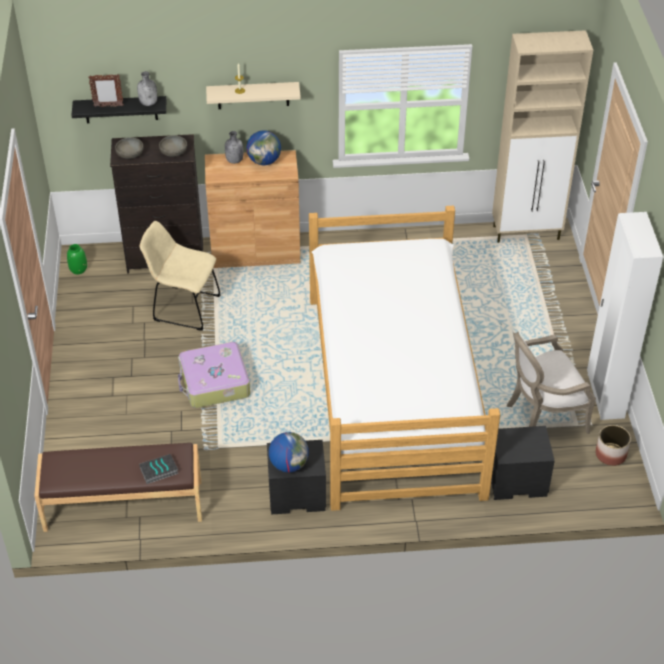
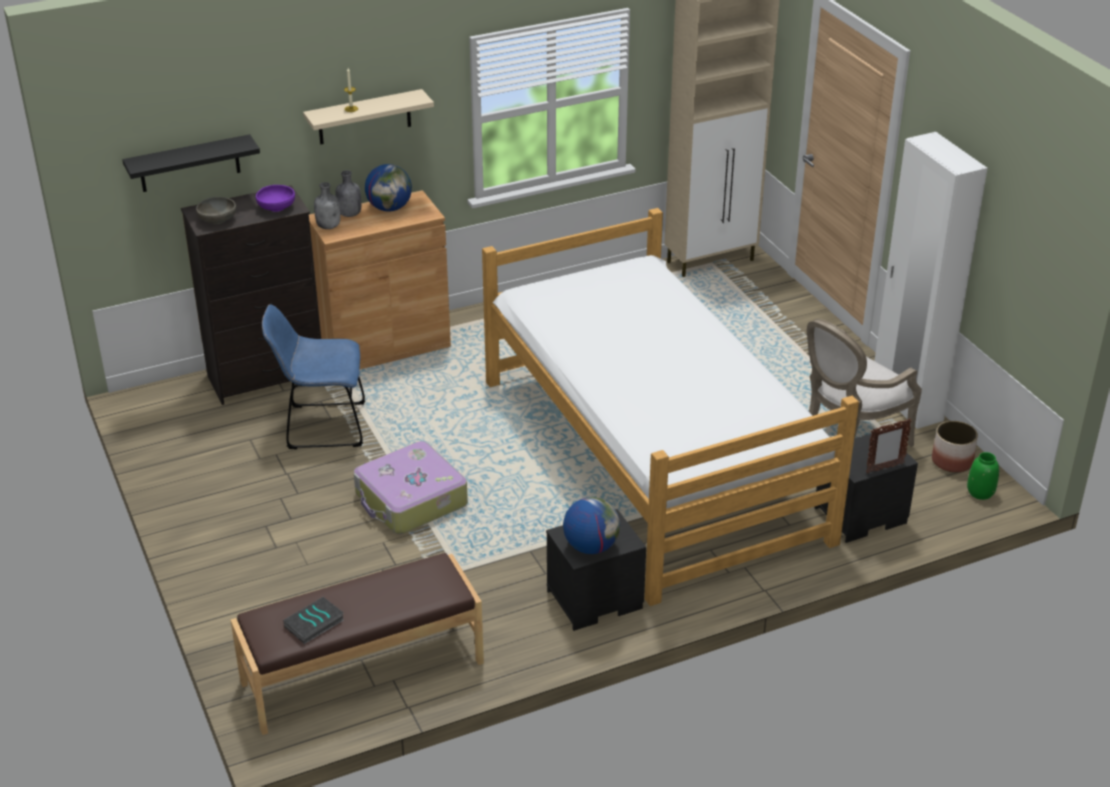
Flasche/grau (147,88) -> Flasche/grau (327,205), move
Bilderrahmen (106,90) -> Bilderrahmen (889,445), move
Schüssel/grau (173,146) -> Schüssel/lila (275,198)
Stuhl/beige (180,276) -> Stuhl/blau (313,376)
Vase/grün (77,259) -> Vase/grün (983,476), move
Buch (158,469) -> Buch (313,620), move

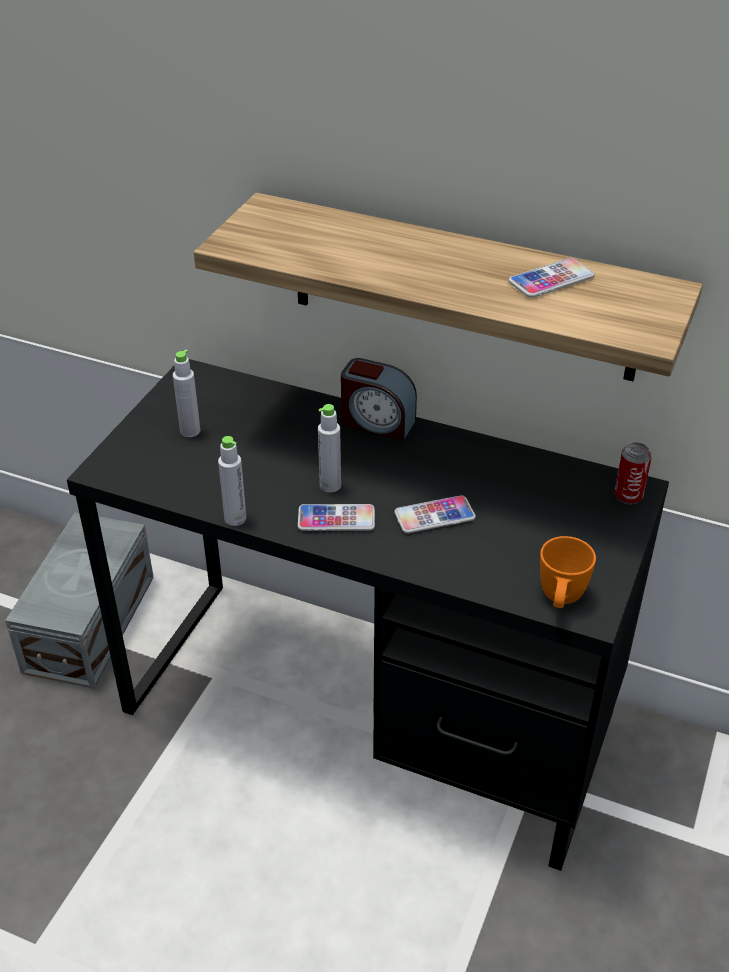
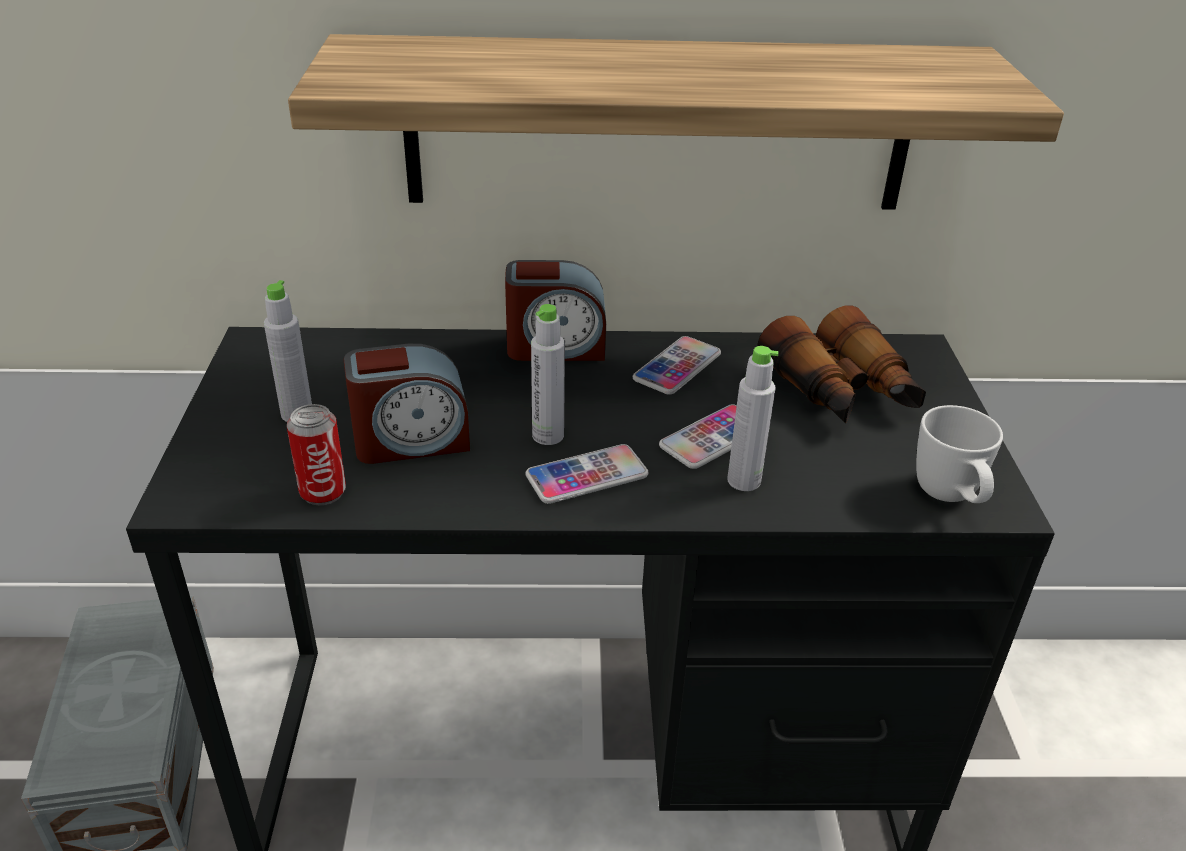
Handy (551,278) -> Handy (677,365), move
Flasche/grau (232,481) -> Flasche/grau (753,418), move
Dose (633,473) -> Dose (316,454), move
Henkelbecher/orange (568,572) -> Henkelbecher/weiß (959,454)
none -> Fernglas (841,364)
none -> Wecker (407,404)

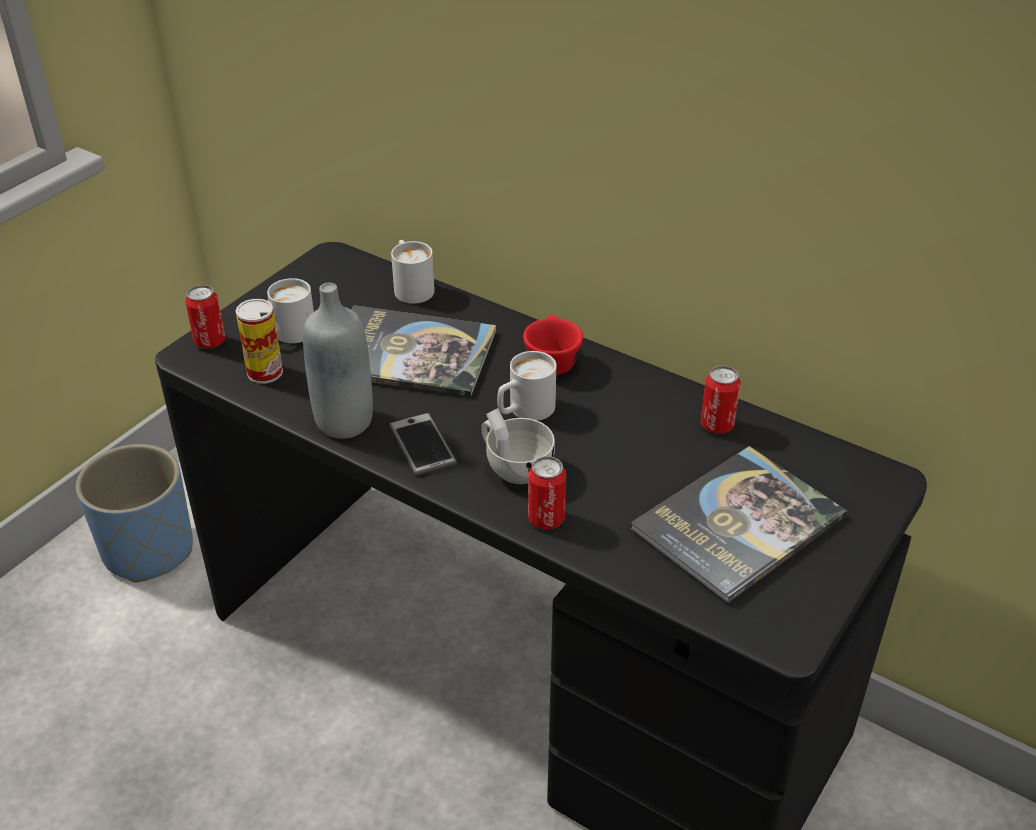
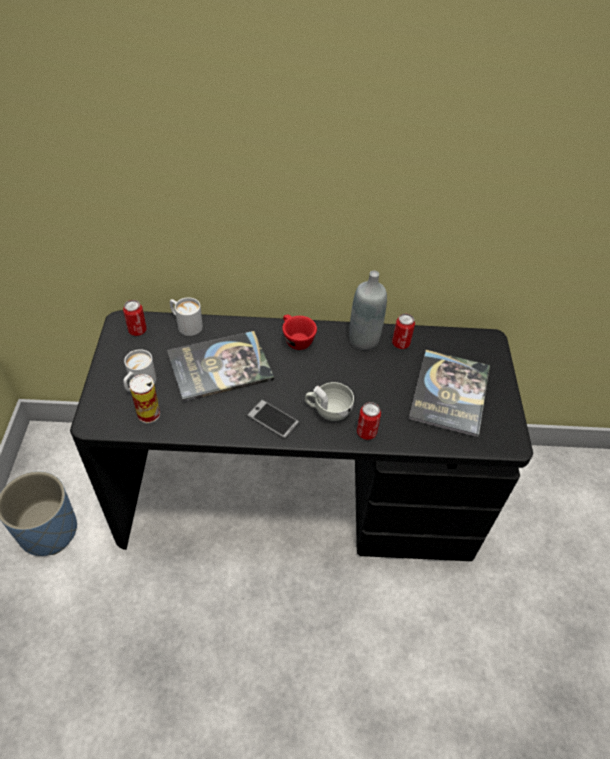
Flasche/grau (338,360) -> Flasche/grau (368,310), move
Dose (205,317) -> Dose (135,318), move
Henkelbecher/weiß (526,386) -> none

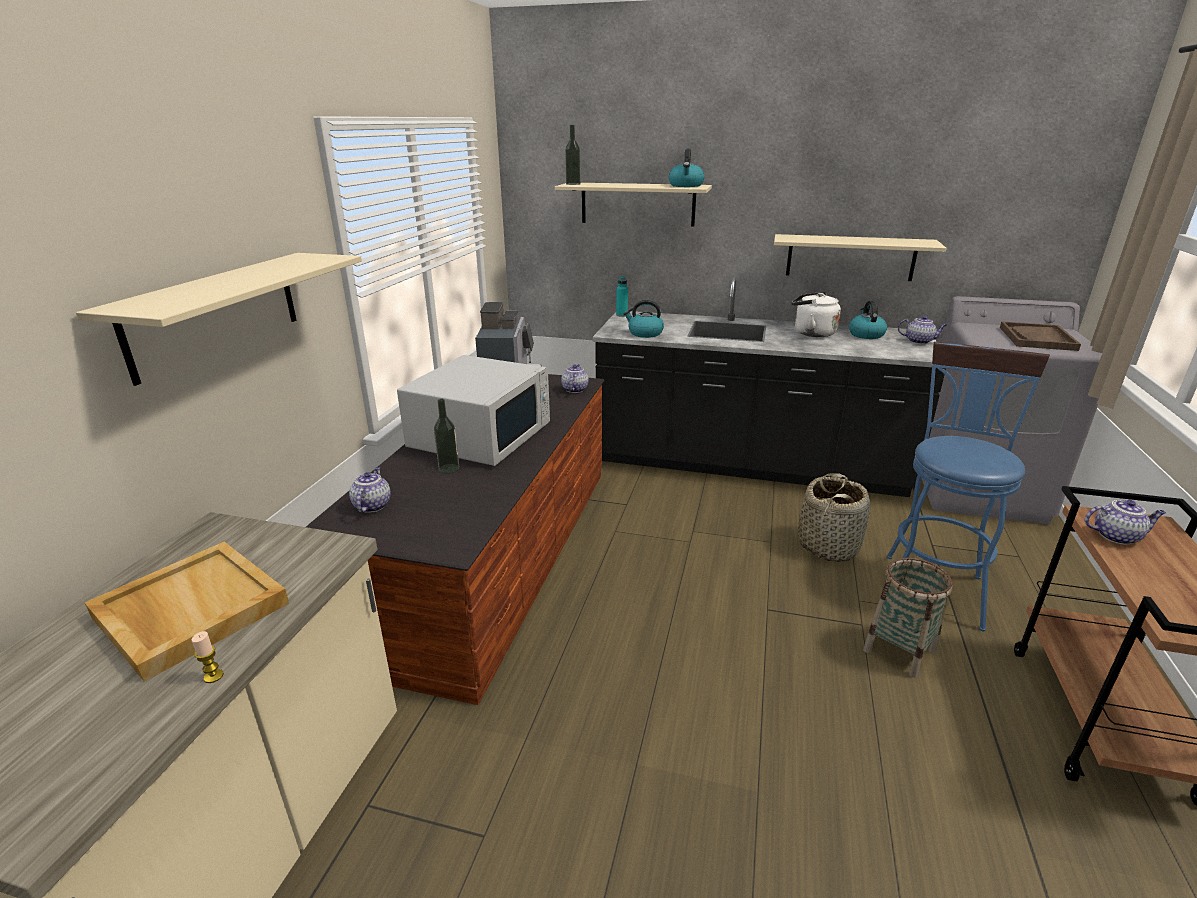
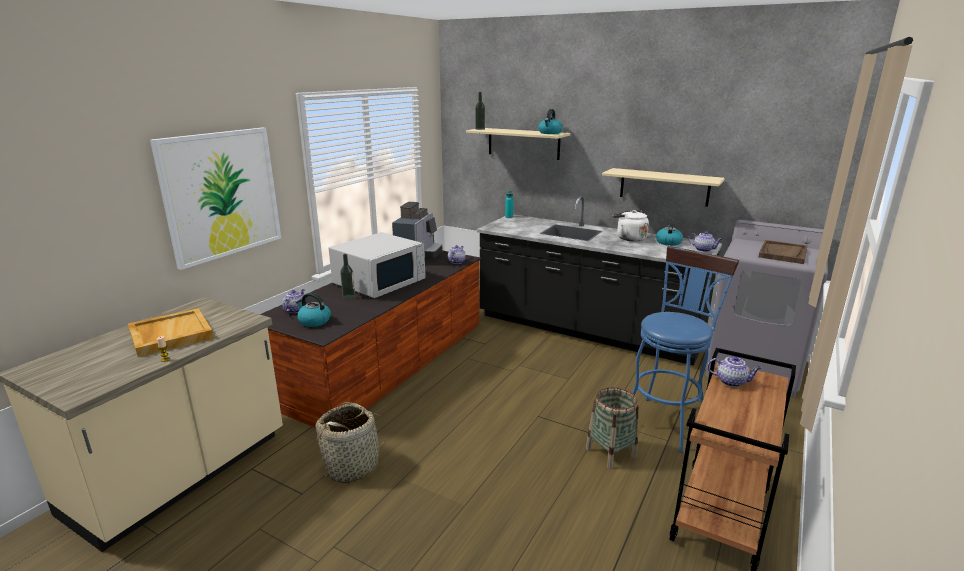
Wandregal/beige (219,319) -> Bild (215,199)
Wasserkessel (644,319) -> Wasserkessel (313,310), move
Korb (834,517) -> Korb (352,442), move

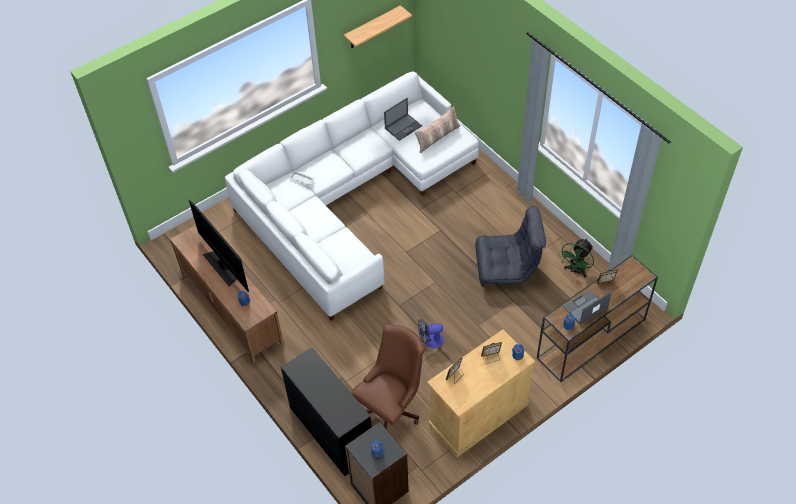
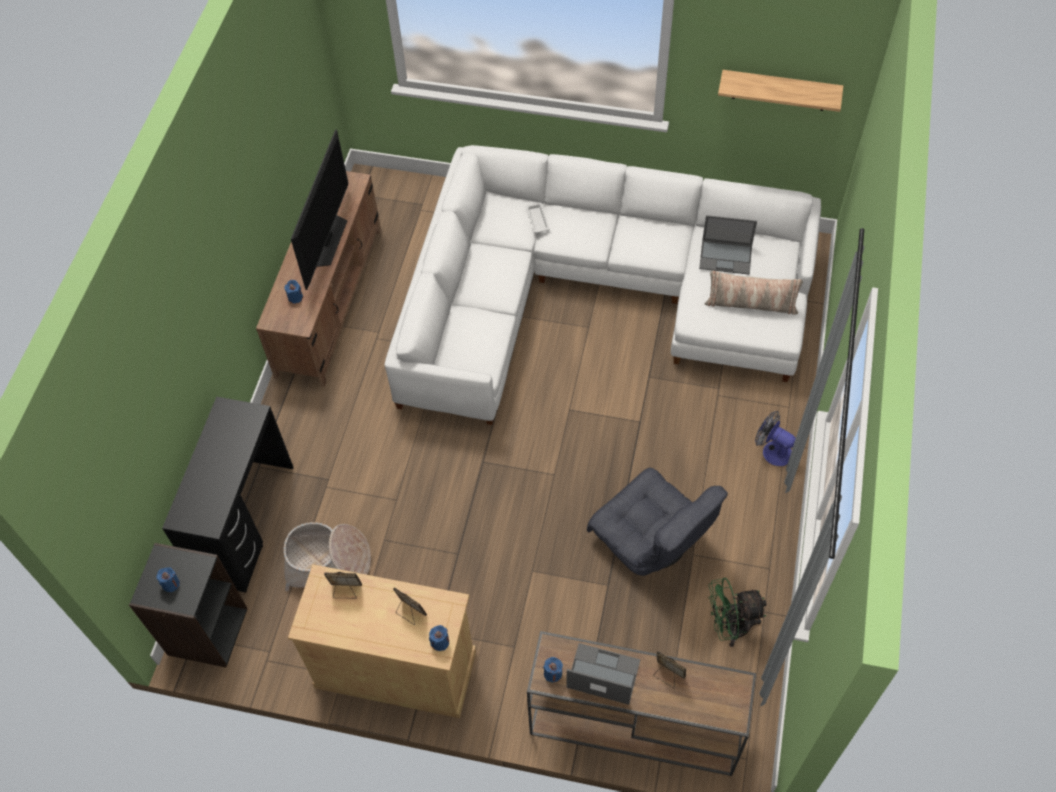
Ventilator (431,333) -> Ventilator (775,438), move
Bürostuhl/braun (388,376) -> Korb (327,556)

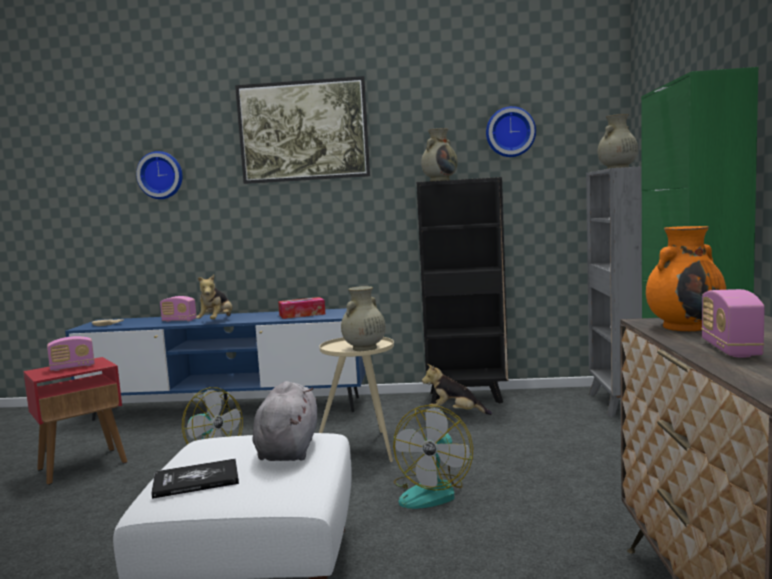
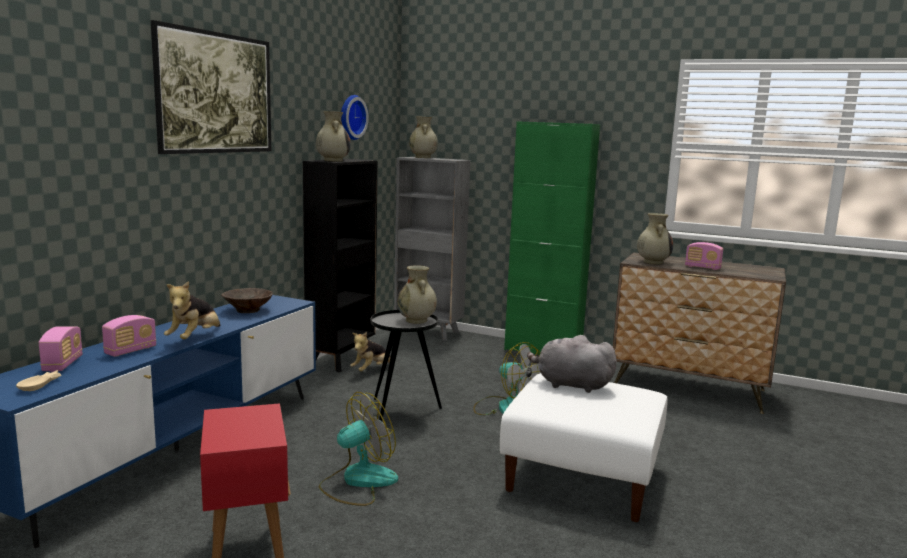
Wanduhr (159,175) -> none
Vase/orange (686,278) -> Vase/beige (655,238)
Plüschtier (214,296) -> Plüschtier (192,310), 75 degrees clockwise
Taschentuchbox (301,308) -> Schüssel/braun (247,300)
Radio (71,353) -> Radio (60,349), move
Beistelltisch/beige (356,399) -> Beistelltisch/schwarz (406,365)
Buch (195,478) -> none

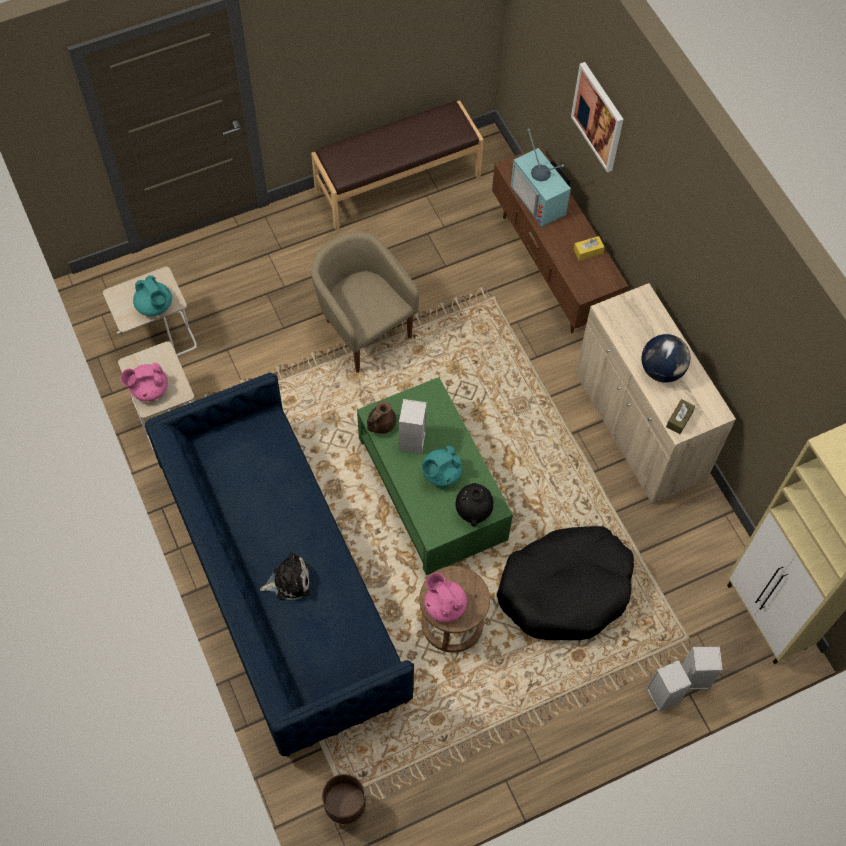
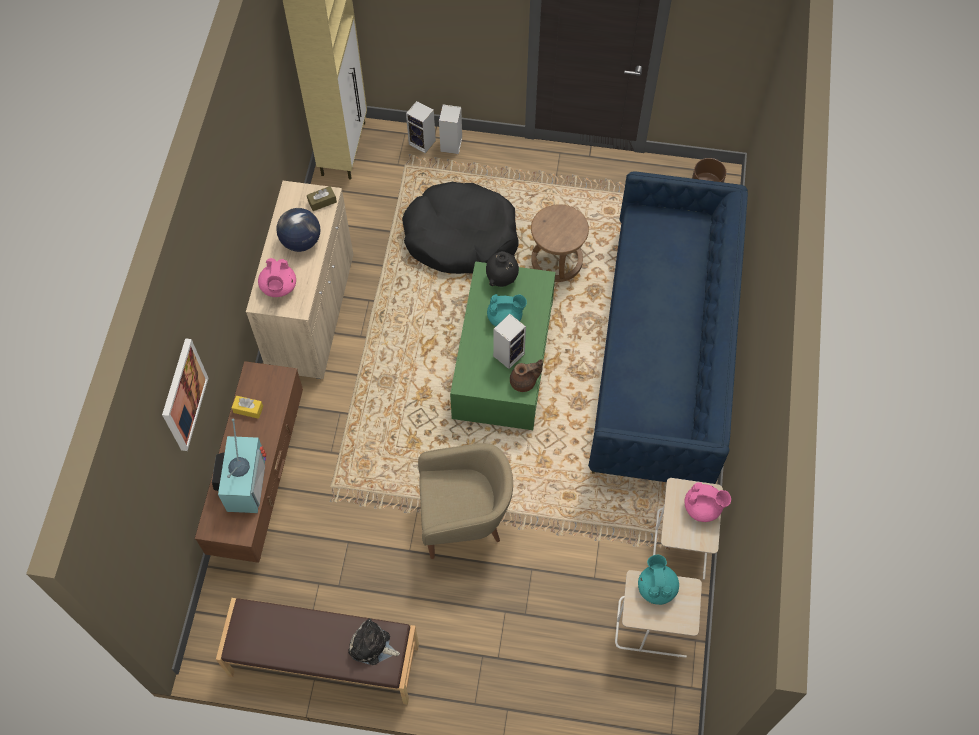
Sessel/beige (365,302) -> Sessel/beige (465,501), 90 degrees counterclockwise
Plüschtier (285,576) -> Plüschtier (374,641), move
Teekanne/rosa (445,598) -> Teekanne/rosa (277,277), move

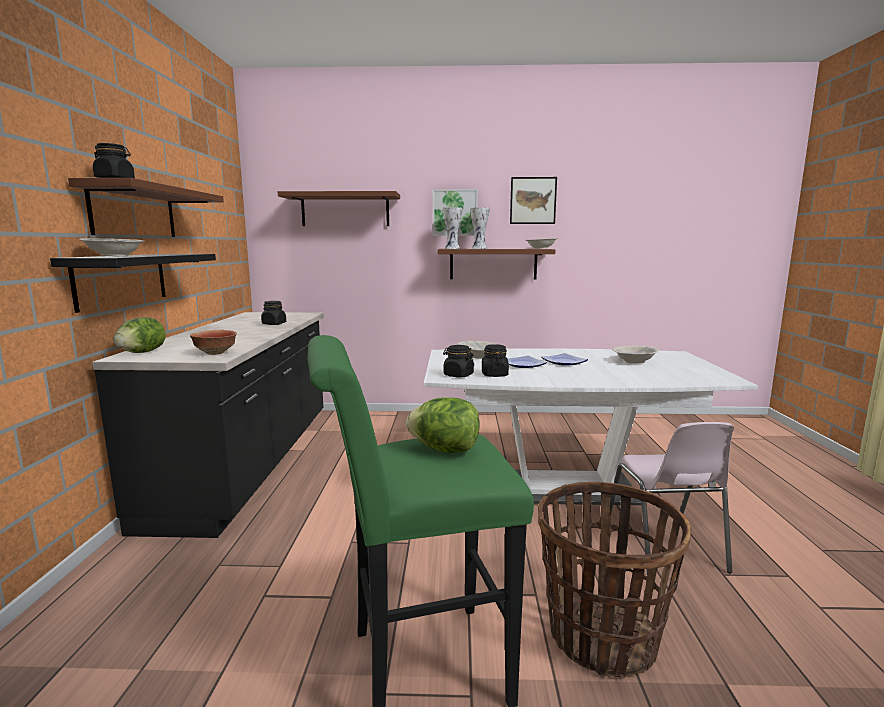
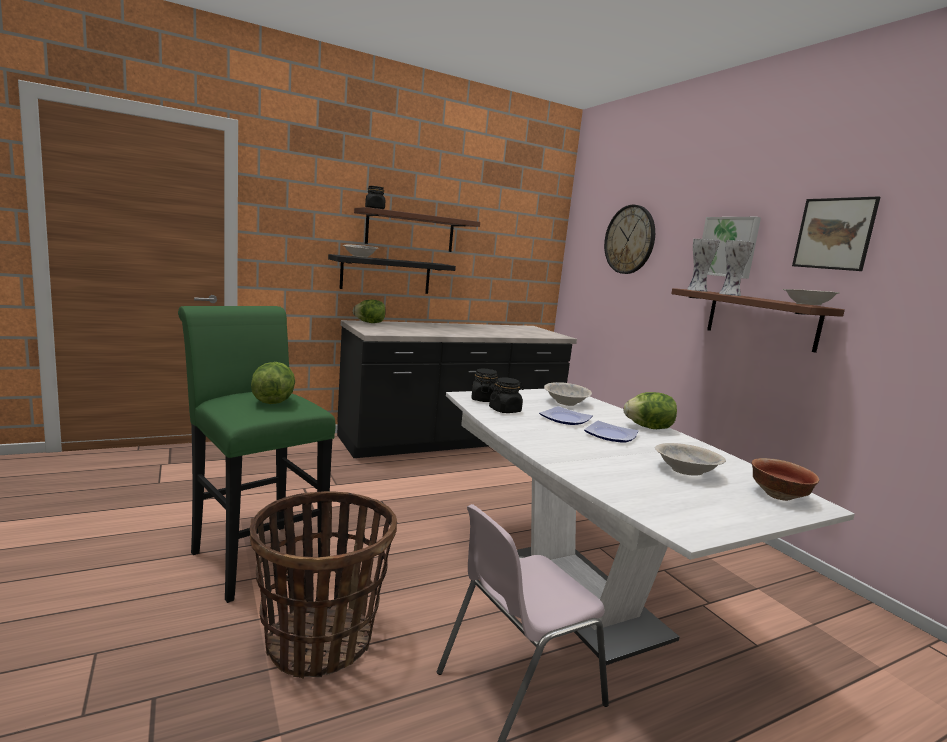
Wandregal/braun (339,208) -> Wanduhr (629,239)
Vorratsglas/schwarz (273,313) -> none
Schüssel (213,342) -> Schüssel (785,479), move
none -> Salatkopf (650,410)

